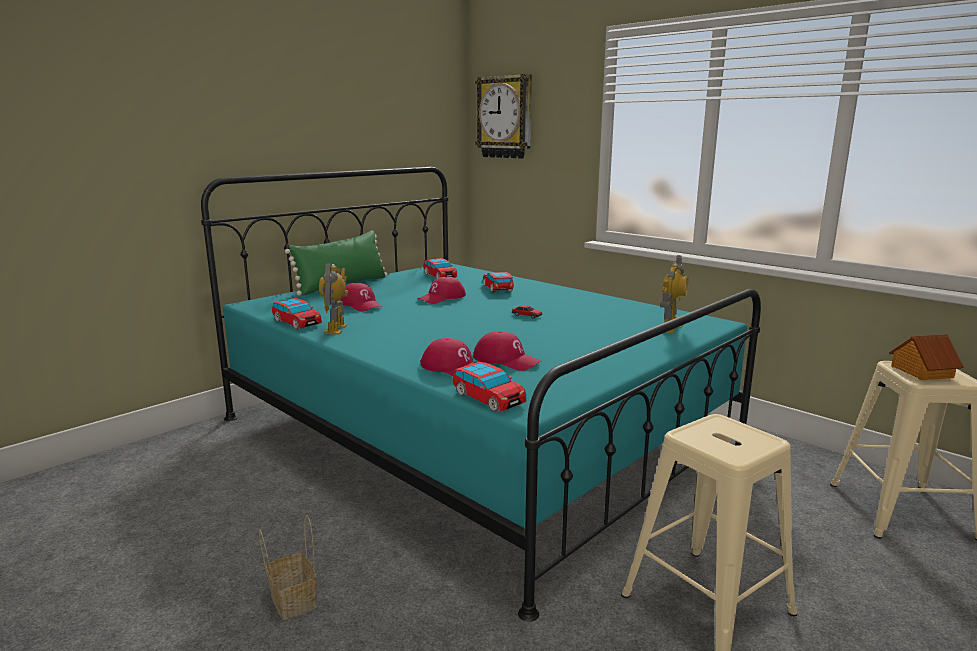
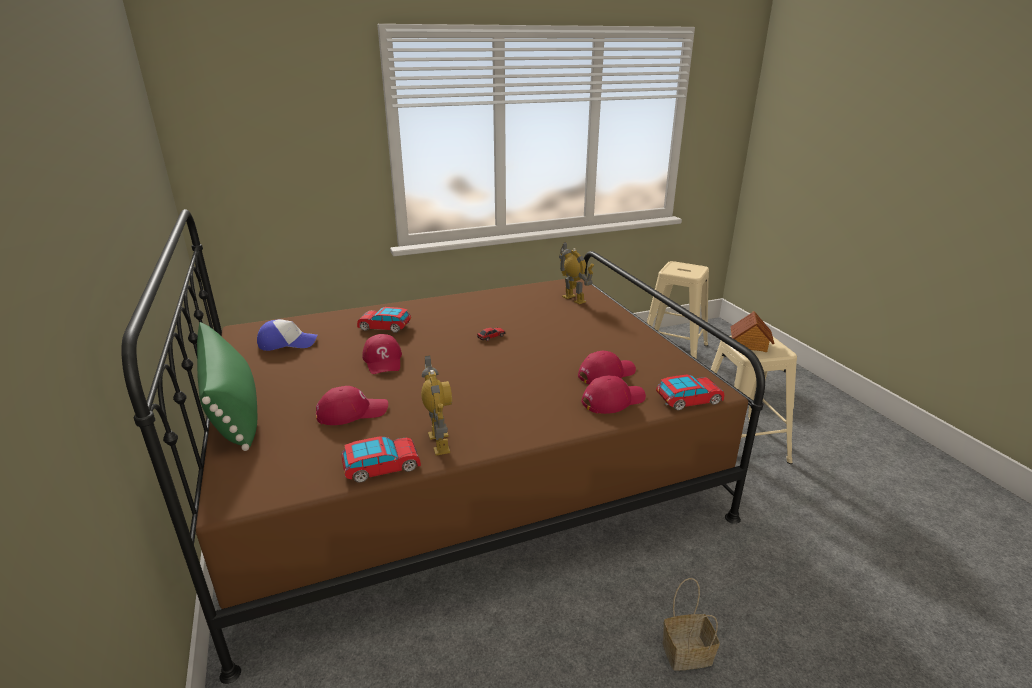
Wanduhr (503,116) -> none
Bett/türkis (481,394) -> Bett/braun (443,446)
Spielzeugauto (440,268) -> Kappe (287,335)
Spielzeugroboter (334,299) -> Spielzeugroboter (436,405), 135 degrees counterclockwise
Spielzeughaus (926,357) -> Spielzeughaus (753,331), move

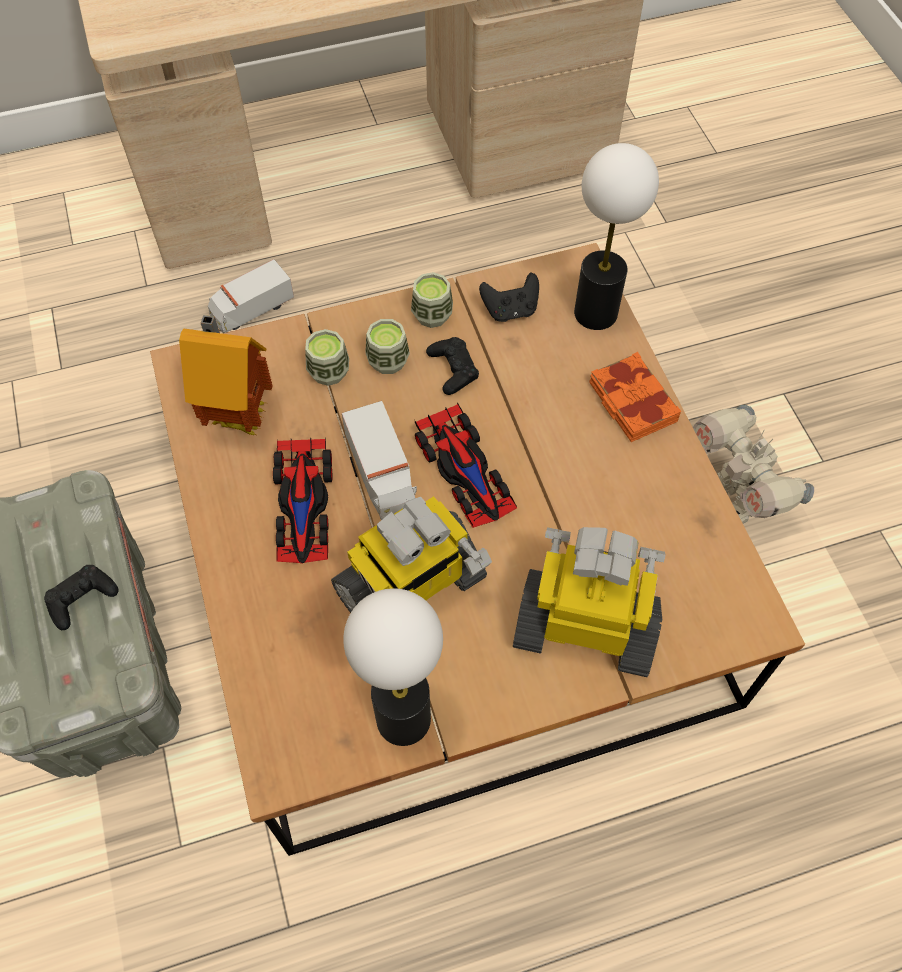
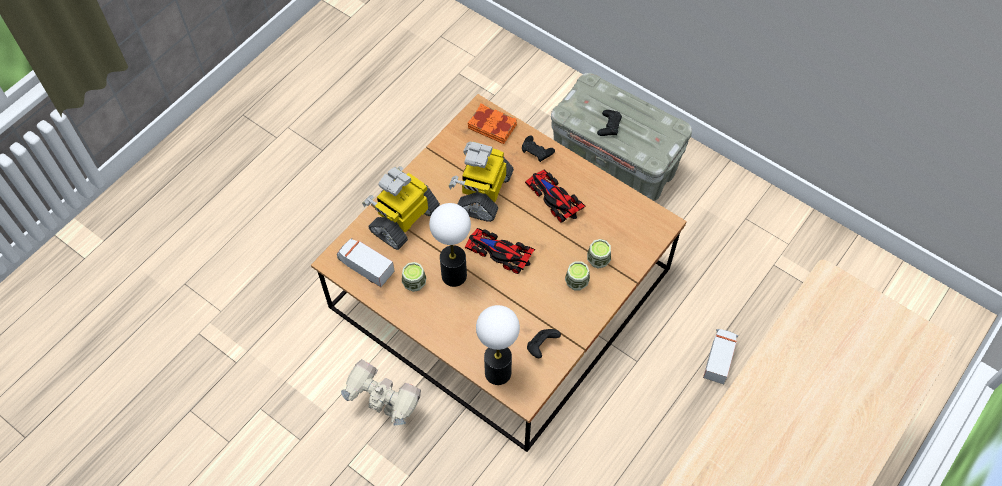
Tasse (432,300) -> Tasse (414,277), move
Spielzeughaus (226,375) -> none
Gamepad/schwarz (452,366) -> Gamepad/schwarz (538,148), move
Buch/orange (635,397) -> Buch/orange (492,123), move
Spielzeuglaster (379,460) -> Spielzeuglaster (366,262), move
Spielzeugroboter (589,602) -> Spielzeugroboter (401,208), 150 degrees clockwise
Tischlampe (393,667) -> Tischlampe (450,245), move

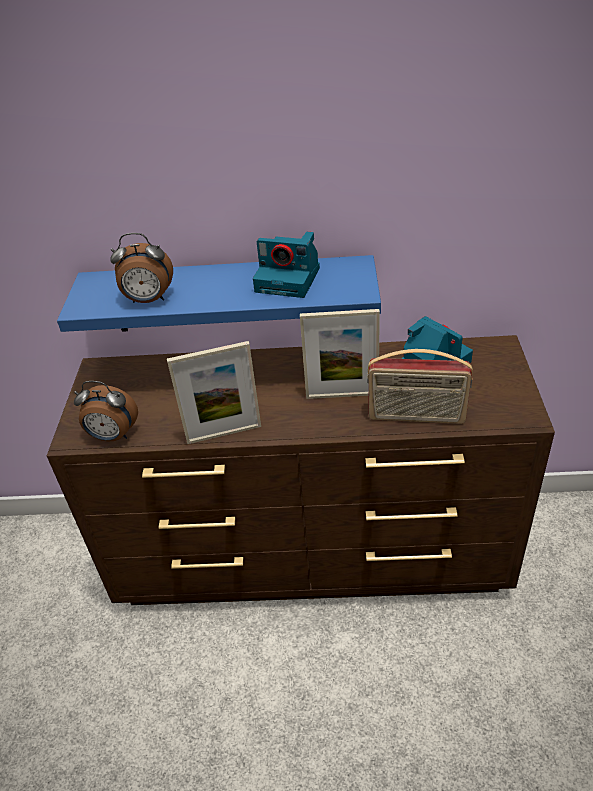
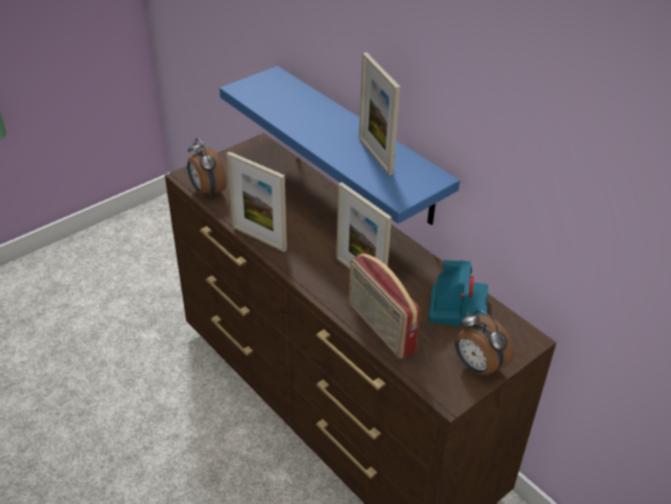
Kamera (286,265) -> Bilderrahmen (379,114)
Wecker (141,268) -> Wecker (485,343), move

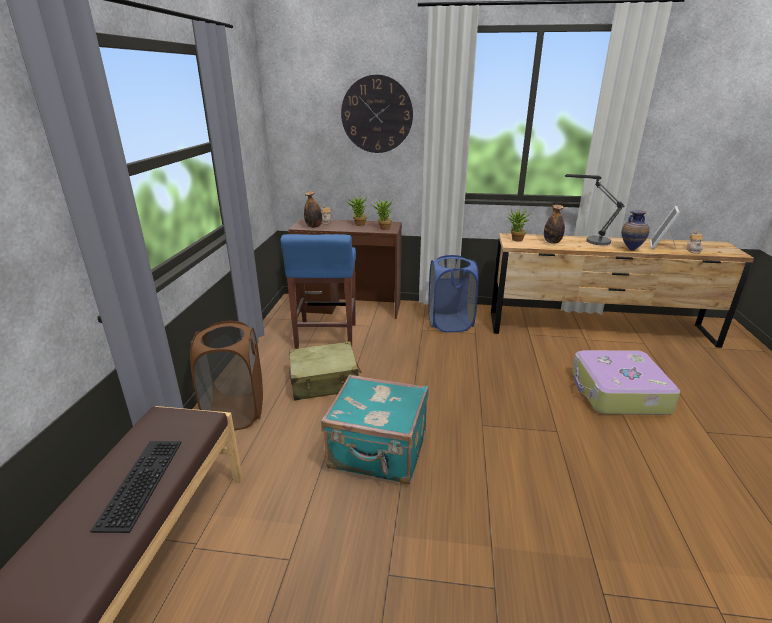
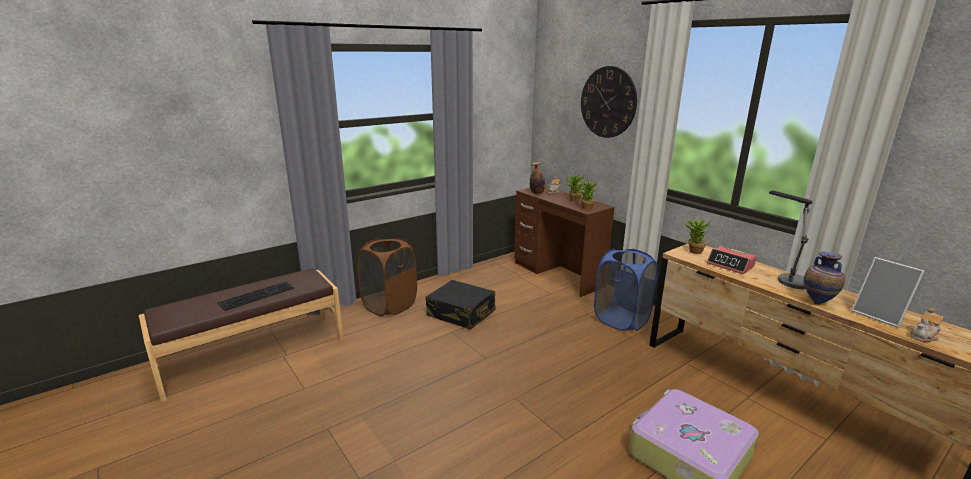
Flasche (554,224) -> Wecker (732,260)
Bilderrahmen (665,227) -> Bilderrahmen (887,292), 105 degrees counterclockwise
Hocker/blau (318,291) -> none
Koffer/beige (325,371) -> Koffer/schwarz (460,304)
Koffer/türkis (375,429) -> none

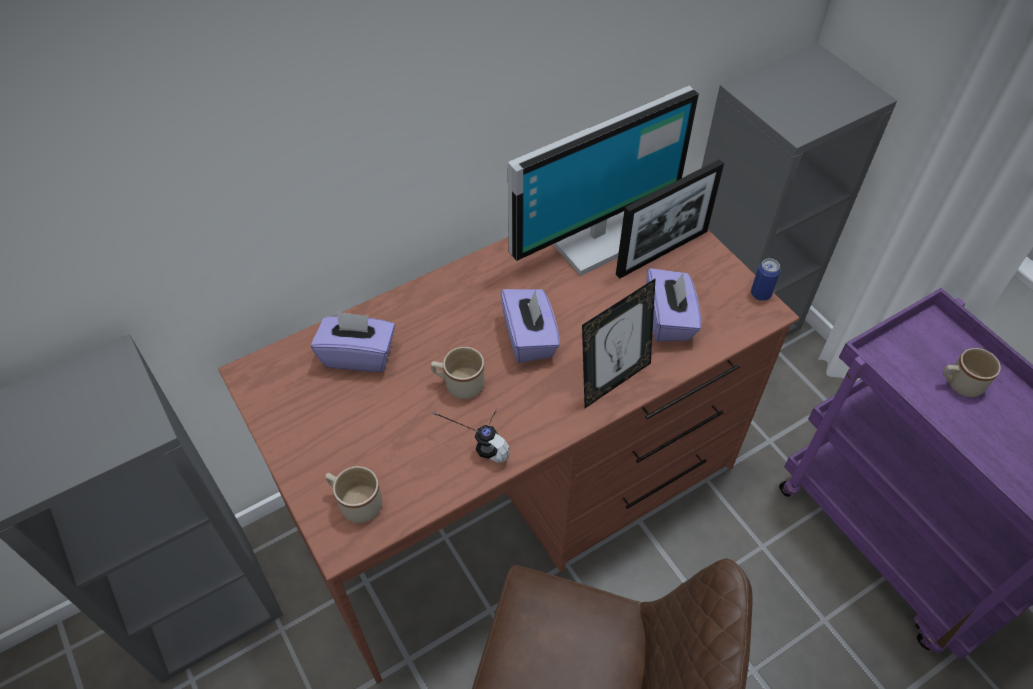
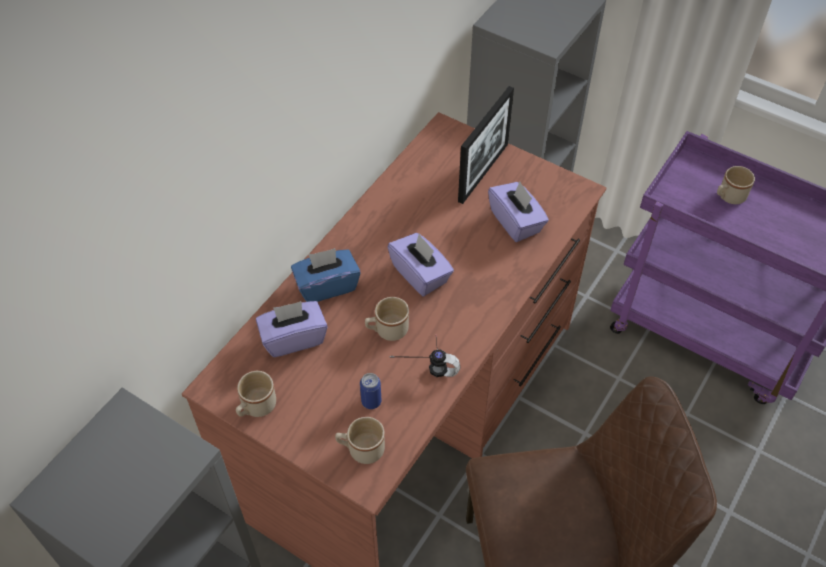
Monitor (603,181) -> none
Dose (766,279) -> Dose (370,391), move
Bilderrahmen (619,343) -> none
none -> Taschentuchbox/blau (326,275)
none -> Henkelbecher/beige (256,394)

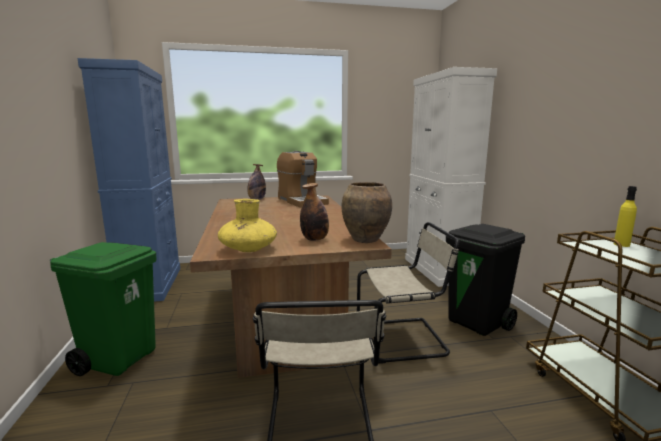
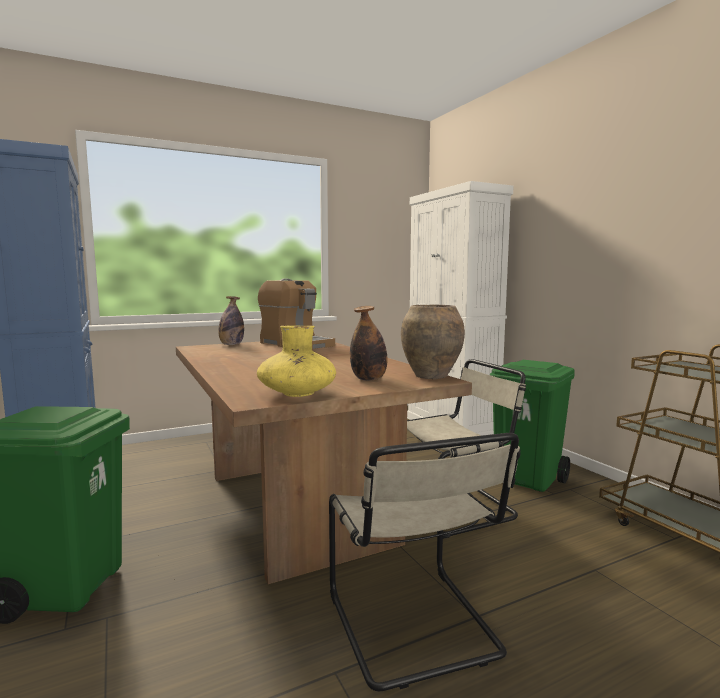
Flasche/gelb (625,216) -> none
Mülleimer/schwarz (485,280) -> Mülleimer/grün (532,426)

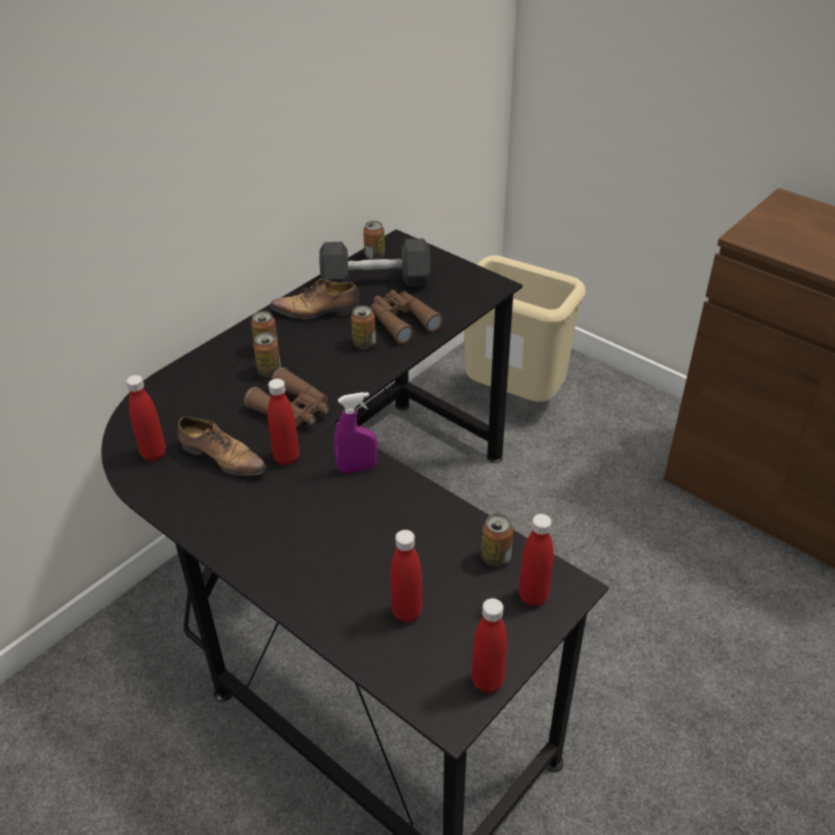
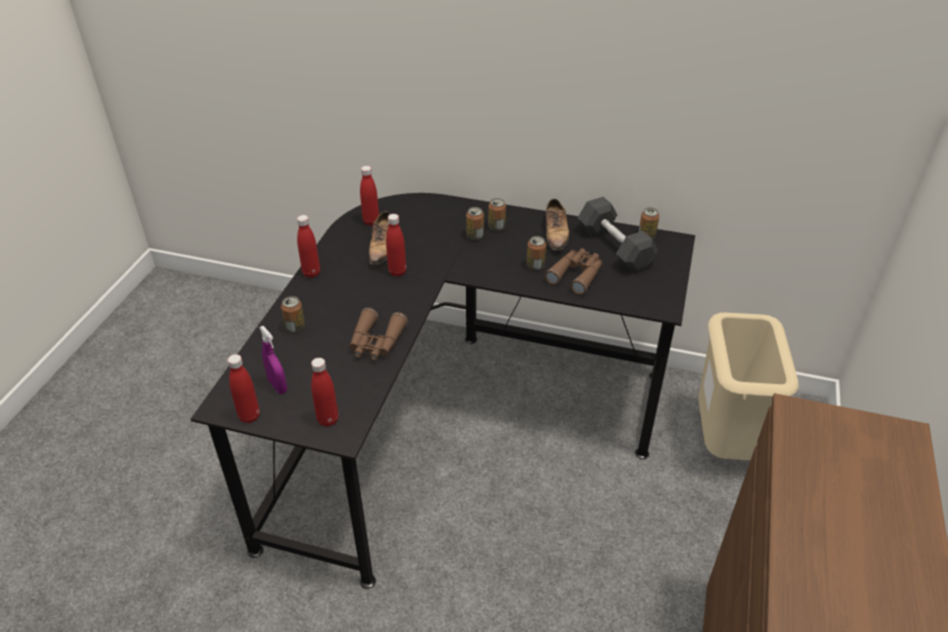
Schuh (315,299) -> Schuh (557,226), 150 degrees counterclockwise
Fernglas/braun (287,397) -> Fernglas/braun (378,334), move
Sprühflasche/lila (355,433) -> Sprühflasche/lila (273,360), move
Dose (497,540) -> Dose (293,314), move
Flasche/rot (406,576) -> Flasche/rot (308,246), move

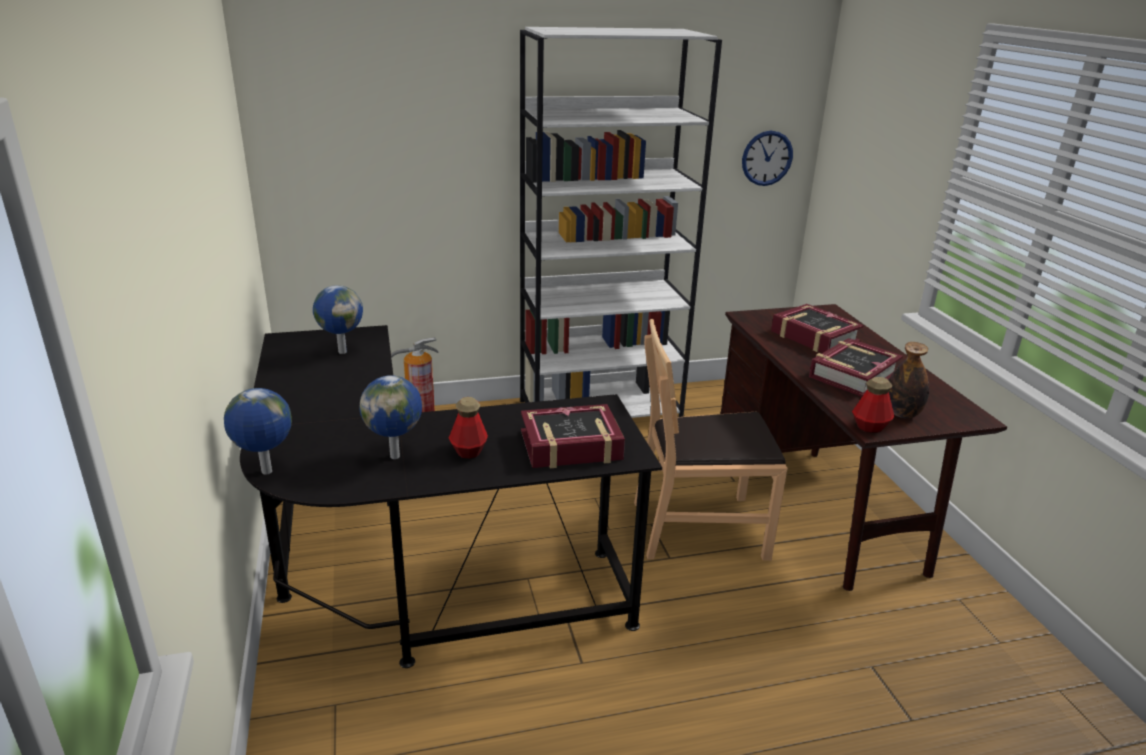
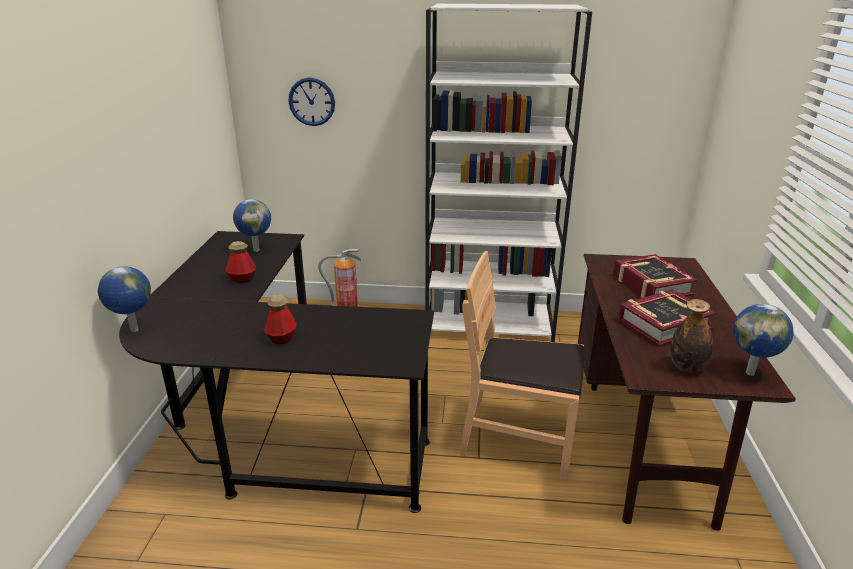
Wanduhr (767,158) -> Wanduhr (311,102), move
Globus (391,417) -> Globus (763,340), move
Flasche (873,405) -> Flasche (241,262), move
Buch (573,436) -> none

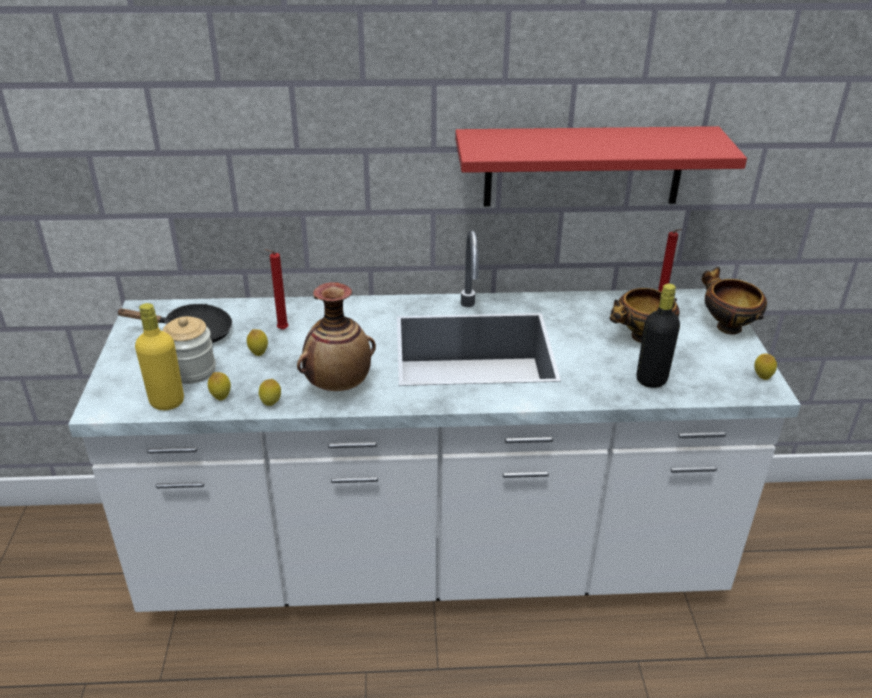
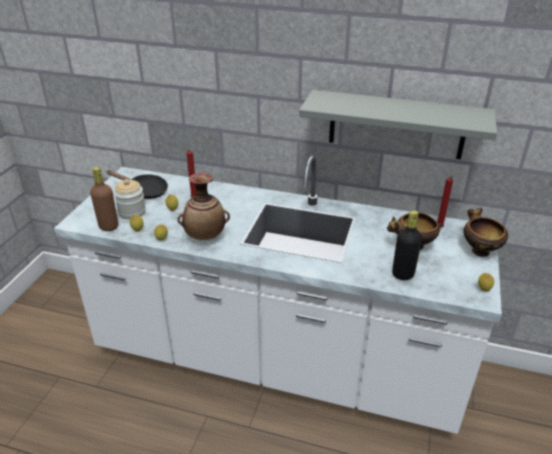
Wandregal/rot (601,166) -> Wandregal/grau (398,124)
Flasche/gelb (159,356) -> Flasche/braun (104,199)

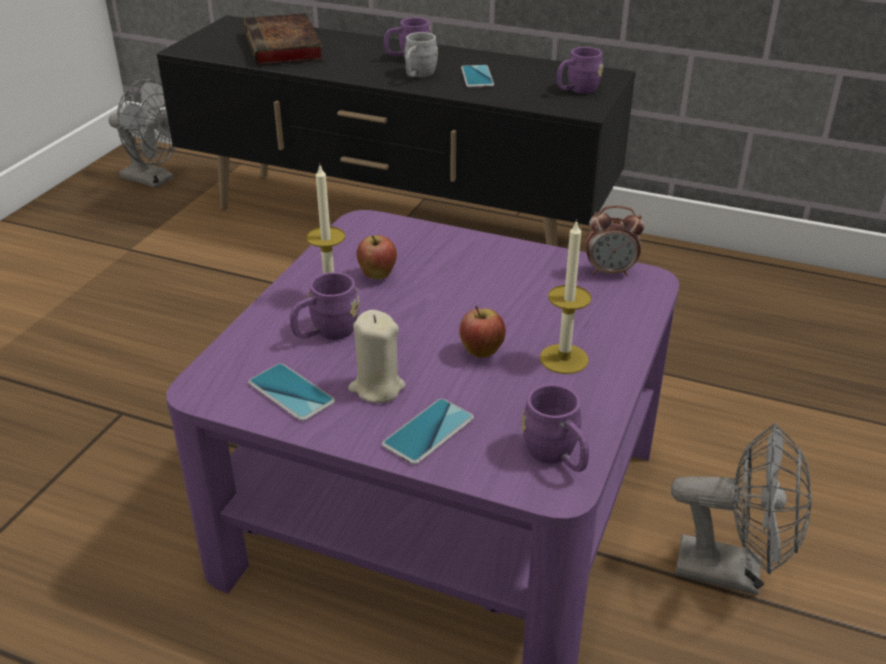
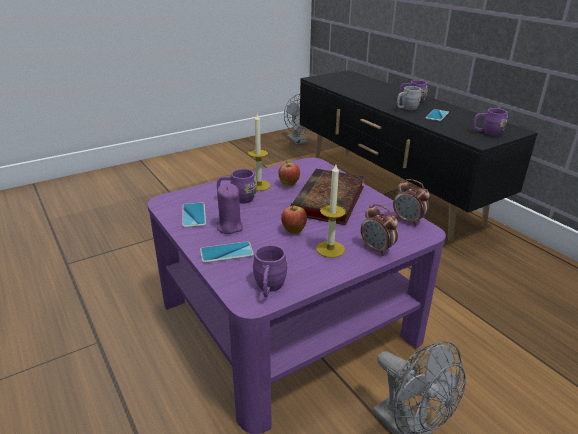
Buch (283,39) -> Buch (327,197), move
Kerze/beige (376,356) -> Kerze/lila (230,209)
none -> Wecker (379,230)

